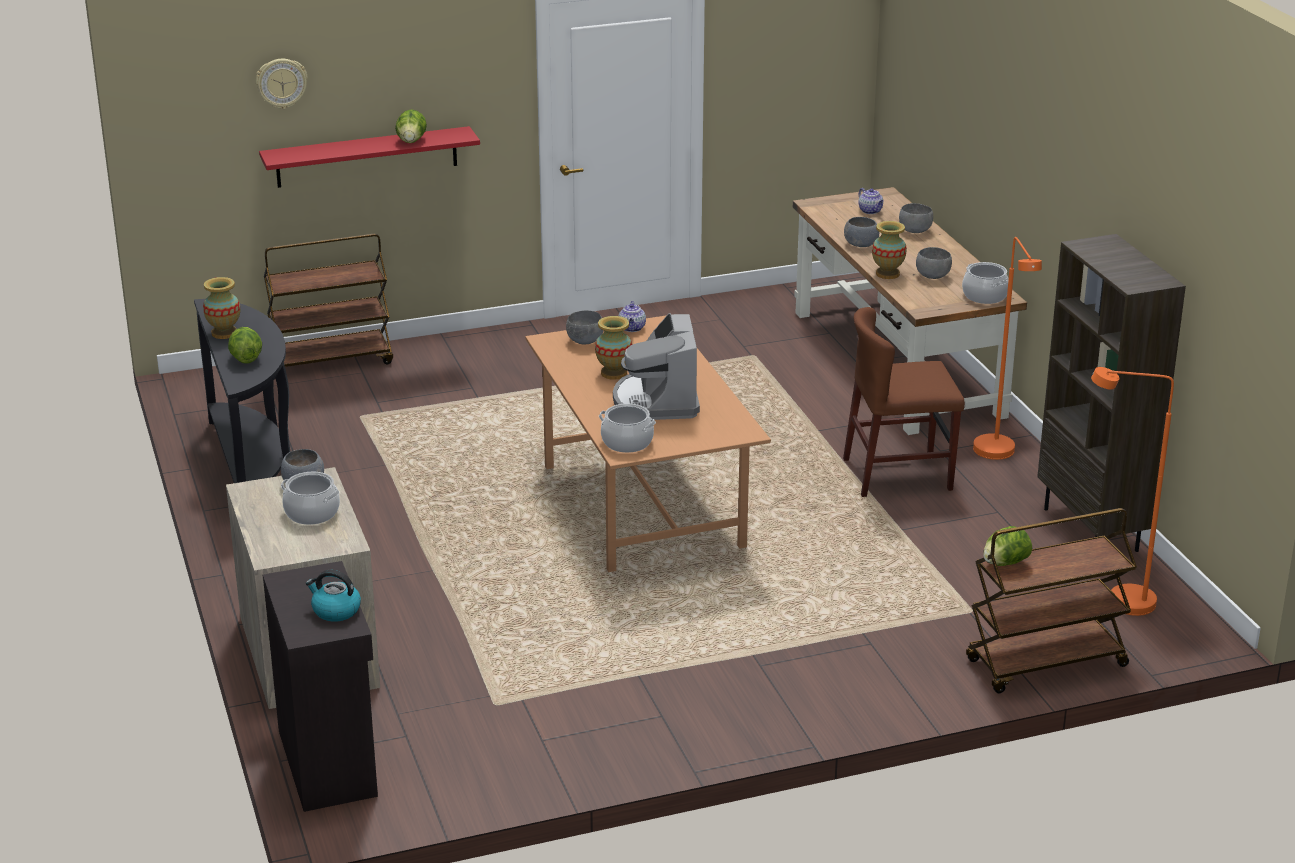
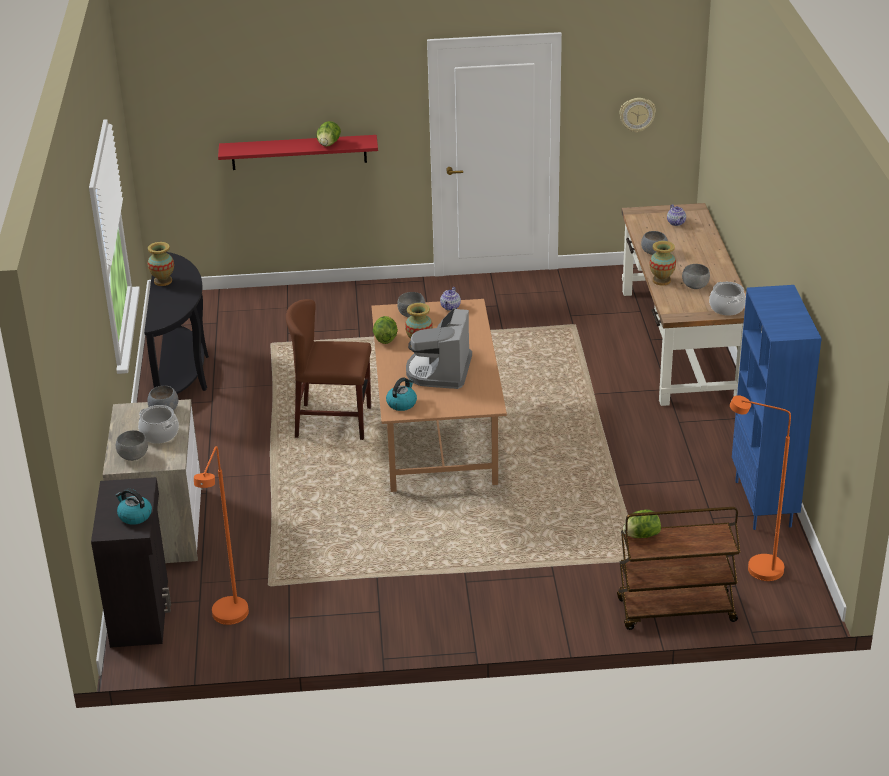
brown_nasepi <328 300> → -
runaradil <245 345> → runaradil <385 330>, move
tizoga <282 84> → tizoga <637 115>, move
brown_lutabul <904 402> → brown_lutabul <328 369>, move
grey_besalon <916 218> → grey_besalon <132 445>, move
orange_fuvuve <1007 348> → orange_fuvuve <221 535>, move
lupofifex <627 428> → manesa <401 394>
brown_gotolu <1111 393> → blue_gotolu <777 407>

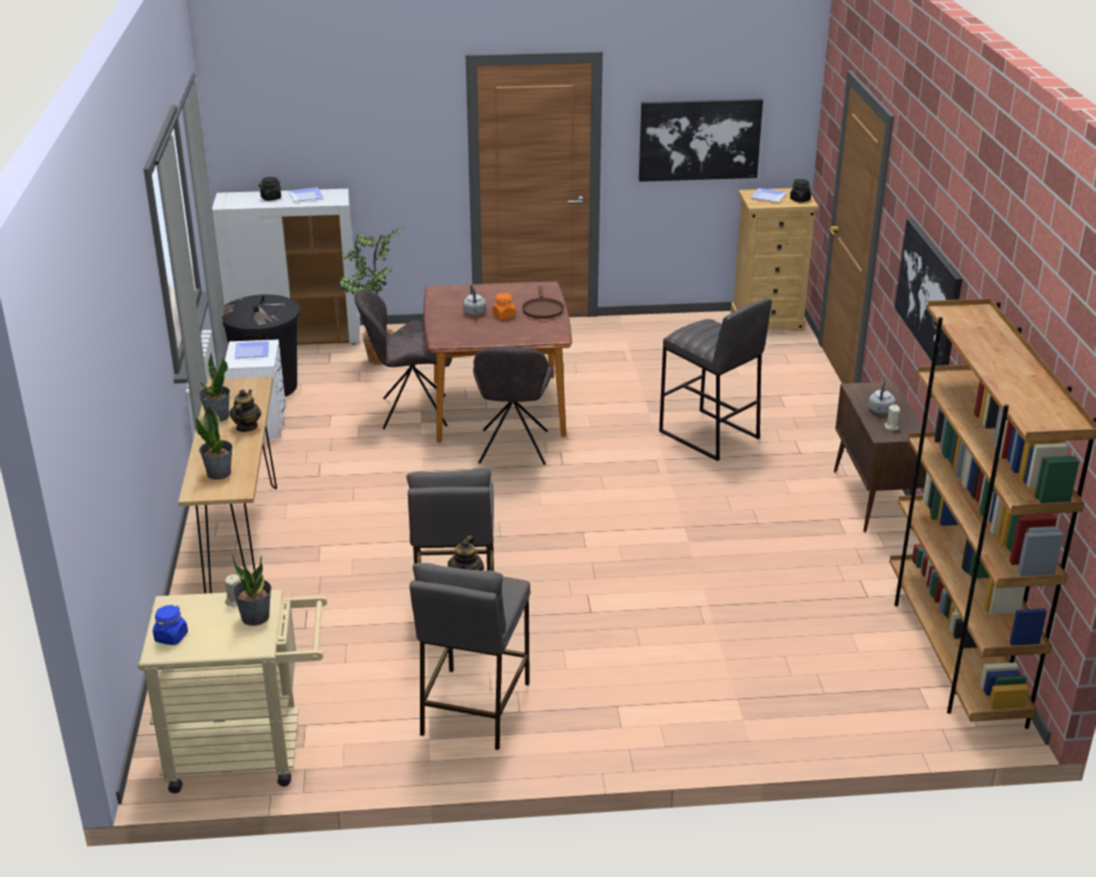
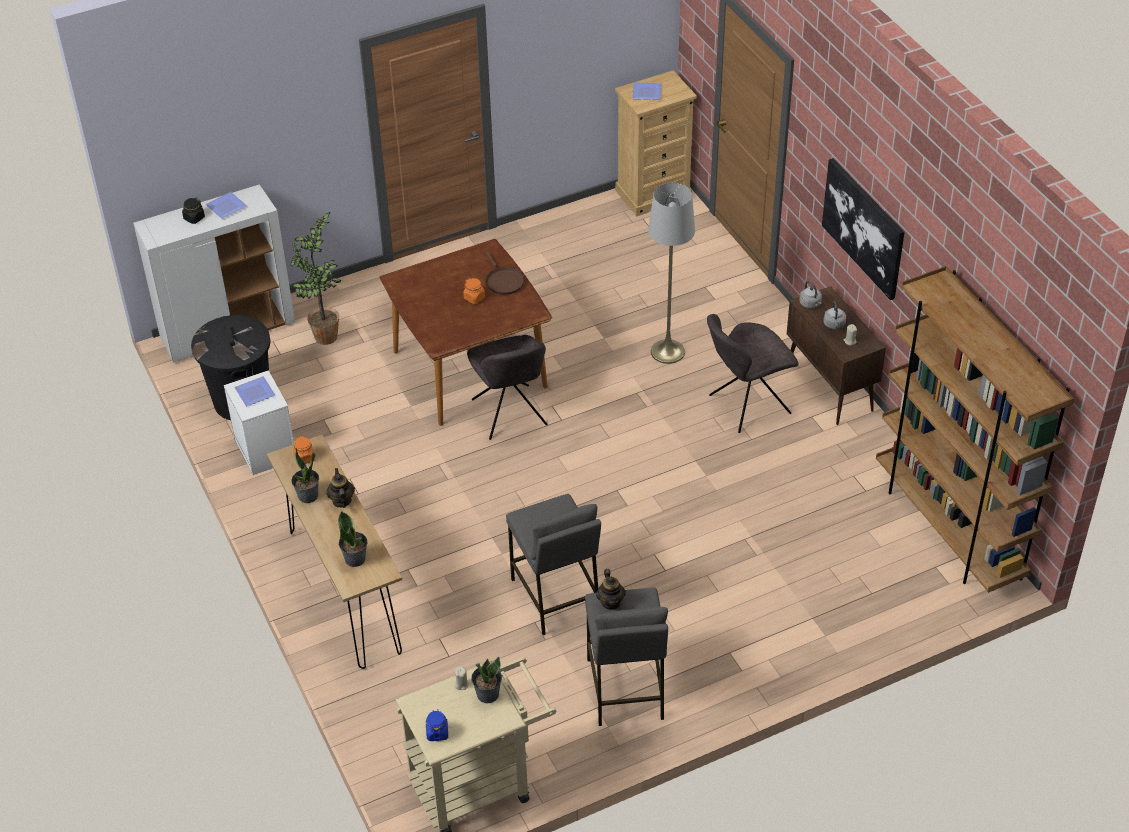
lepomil <701 140> → -
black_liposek <800 191> → -
- → orange_liposek <304 450>
grey_lutabul <403 359> → grey_lutabul <752 373>, move
grey_manesa <474 300> → grey_manesa <810 295>, move
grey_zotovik <715 379> → grey_fuvuve <671 273>

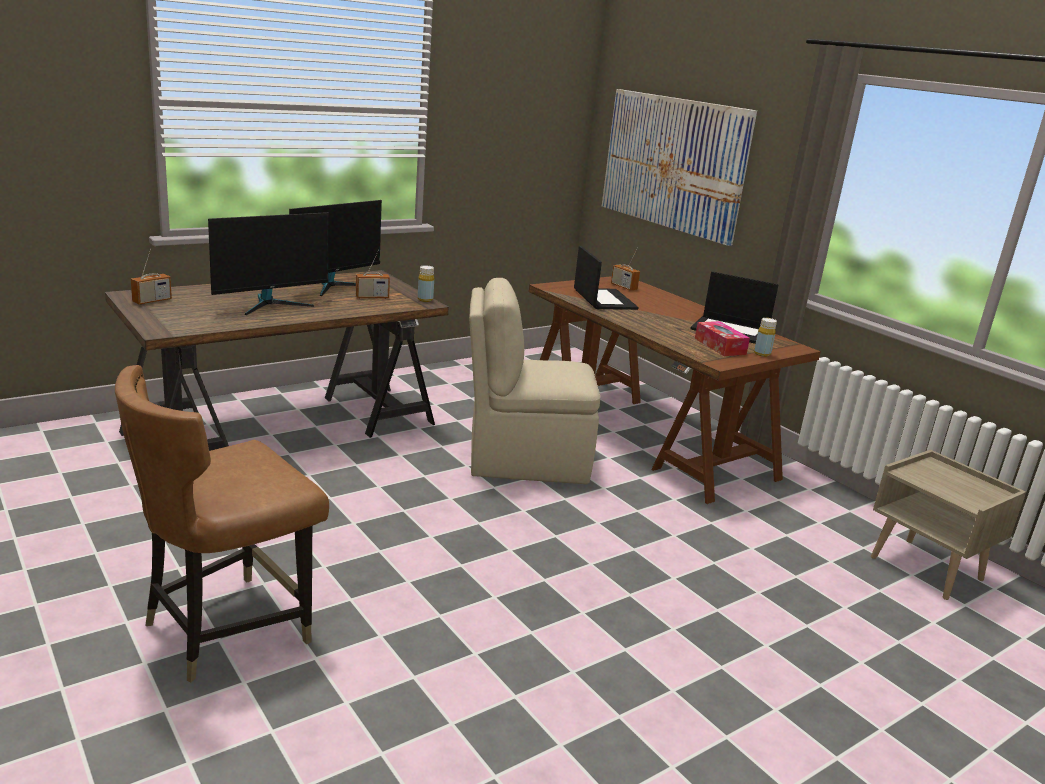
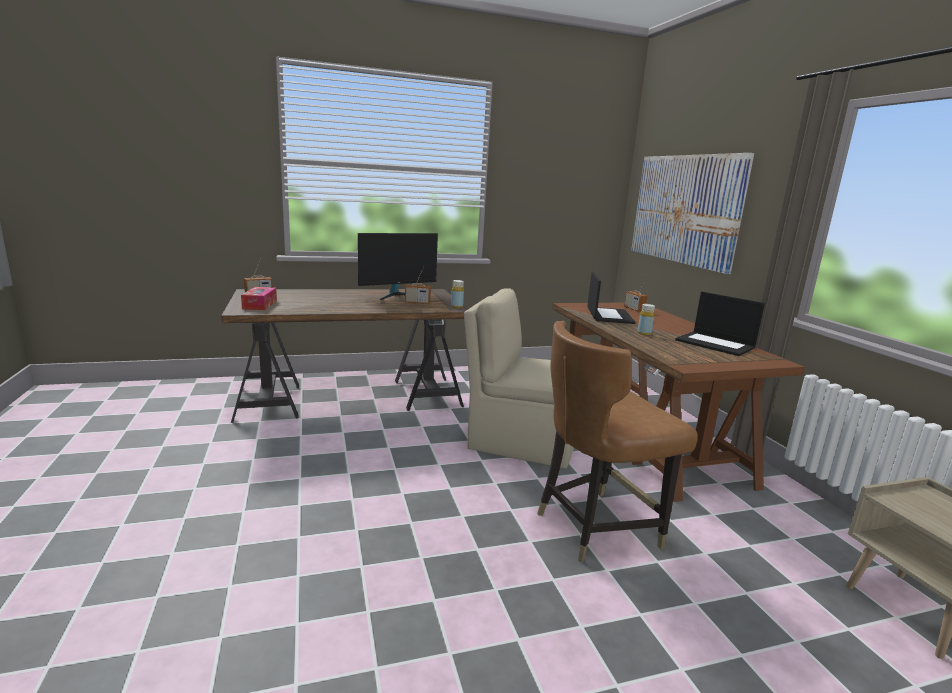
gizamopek <268 263> → -
brown_lutabul <222 523> → brown_lutabul <617 442>, move
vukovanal <722 338> → vukovanal <259 298>, move
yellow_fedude <765 337> → yellow_fedude <646 319>, move

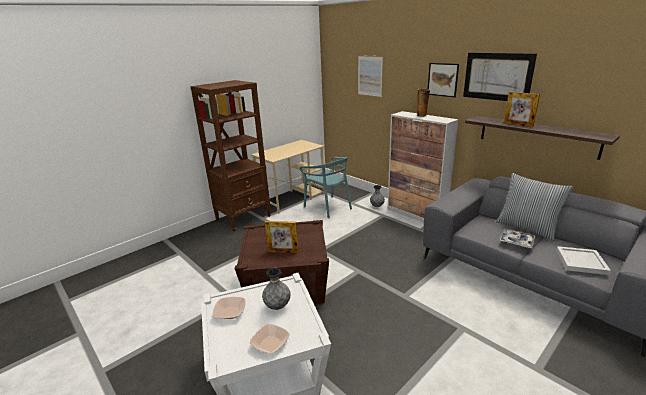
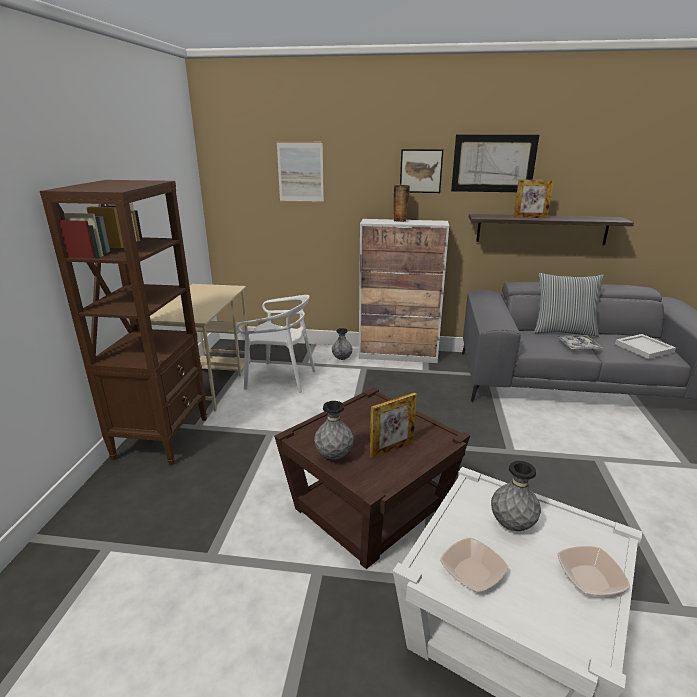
- → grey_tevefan <333 430>
turquoise_lutabul <326 187> → white_lutabul <276 344>

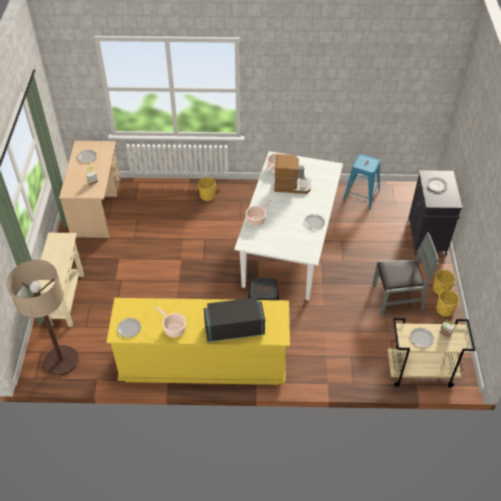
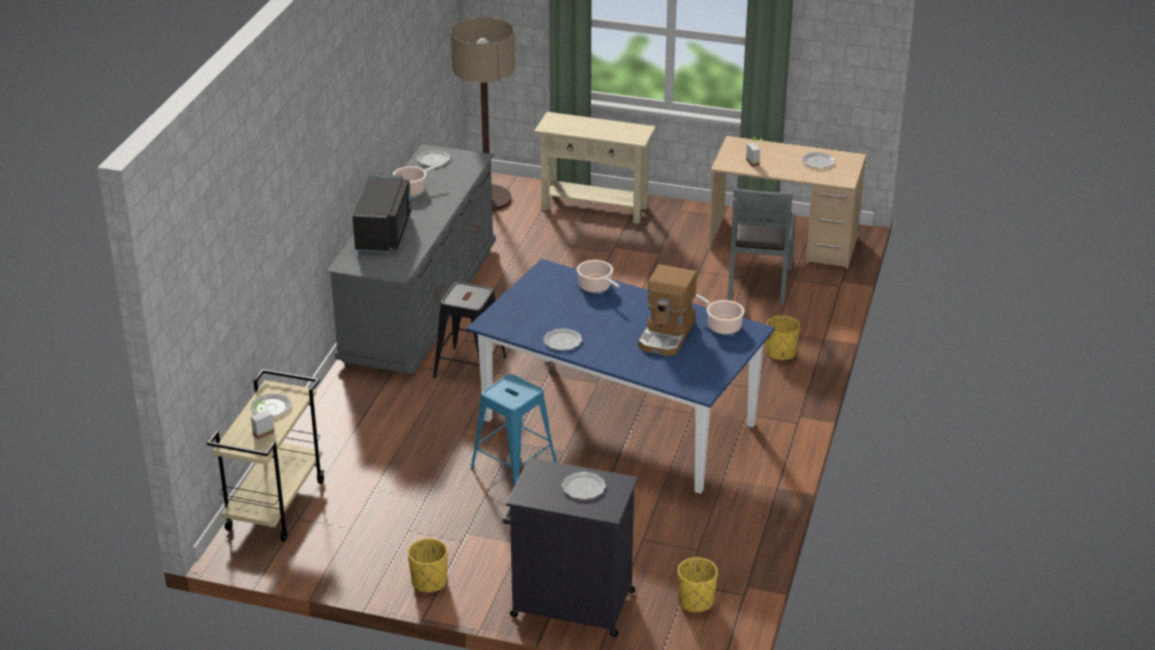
blue_zotovik <361 181> → blue_zotovik <513 430>, move
grey_lutabul <405 274> → grey_lutabul <762 246>, move
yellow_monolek <447 303> → yellow_monolek <697 584>, move
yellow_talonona <198 341> → grey_talonona <411 259>
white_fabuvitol <288 226> → blue_fabuvitol <621 376>

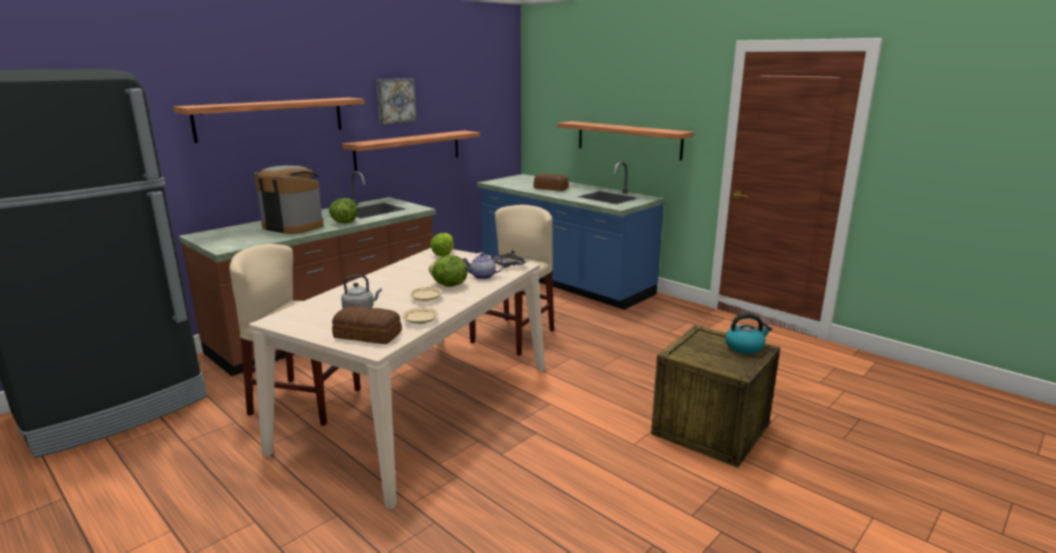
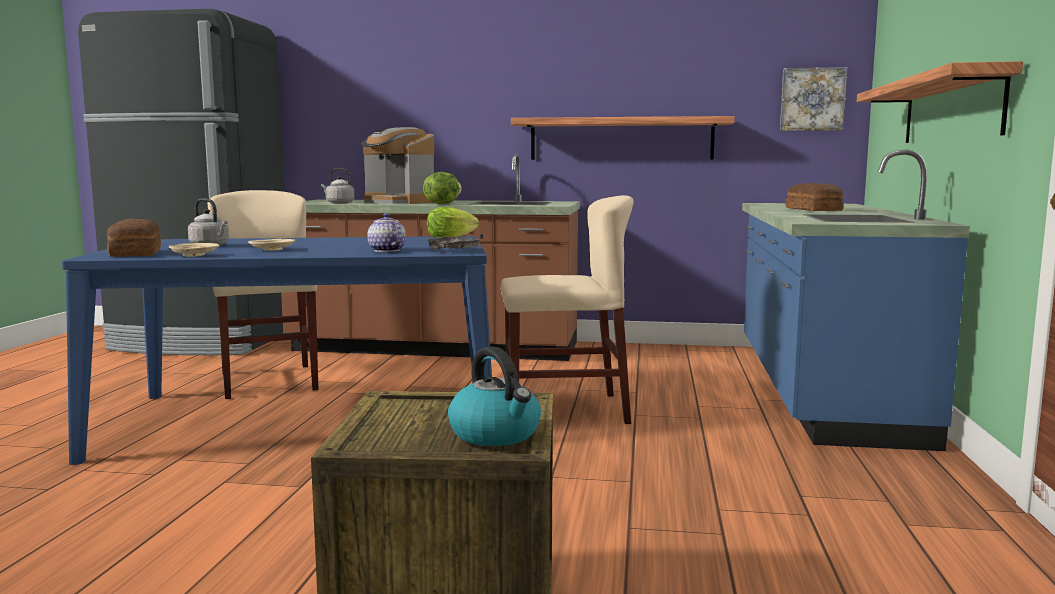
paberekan <269 120> → -
runaradil <448 271> → -
- → grey_manesa <337 186>
lepomil <396 101> → lepomil <814 99>, move
beige_fabuvitol <397 378> → blue_fabuvitol <277 350>
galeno <289 199> → galeno <397 165>, 135 degrees clockwise

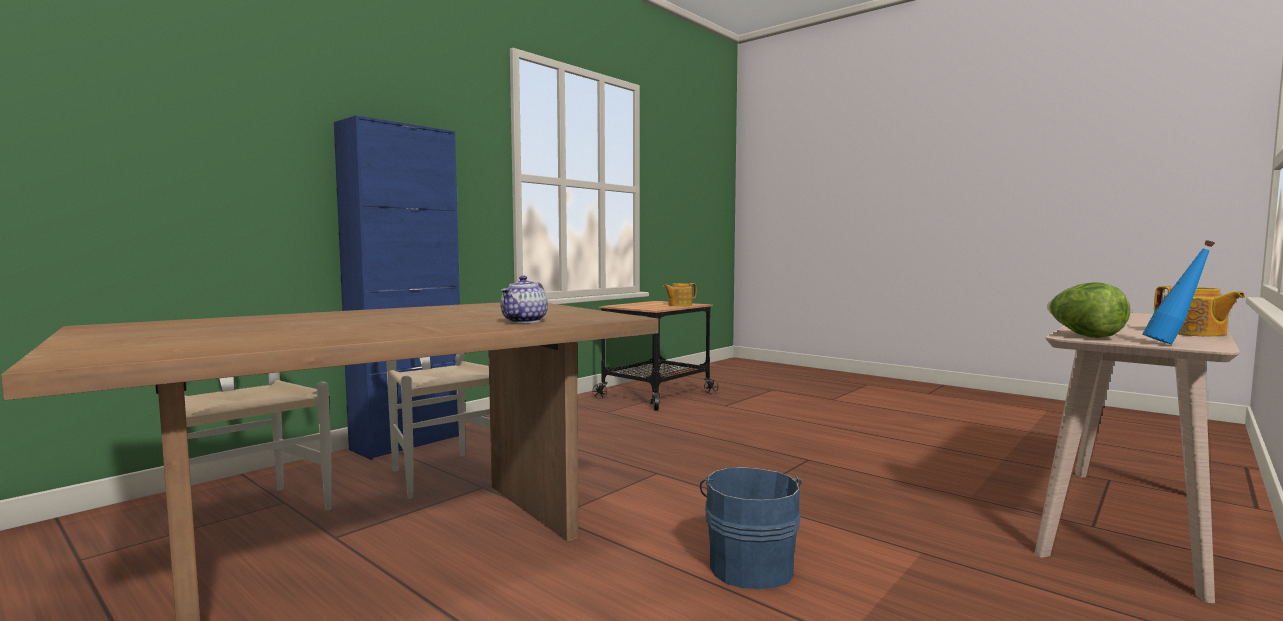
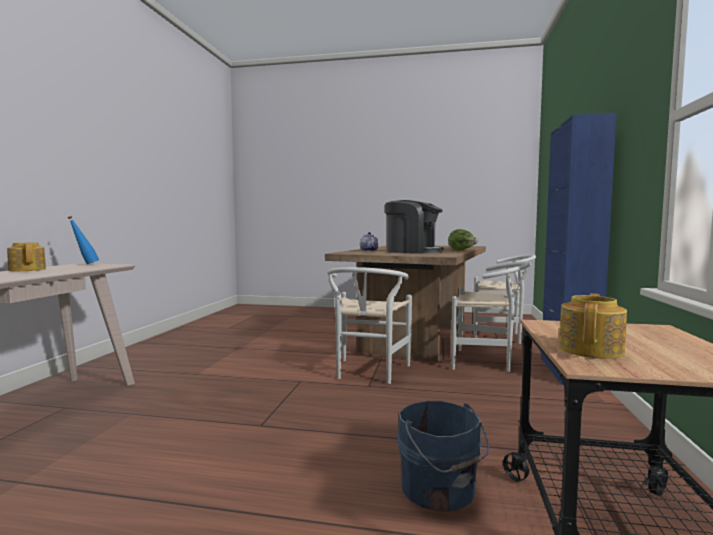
- → white_lutabul <369 325>
- → galeno <414 227>
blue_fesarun <751 528> → blue_fesarun <443 456>, move
runaradil <1088 310> → runaradil <463 240>, move

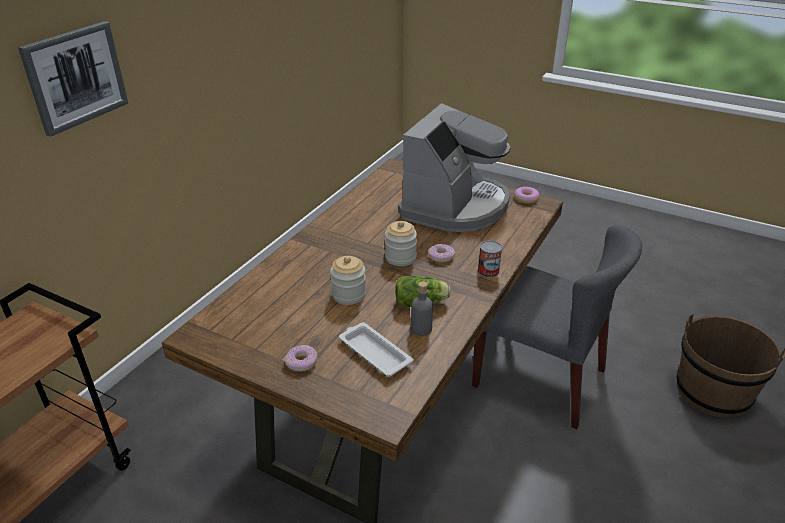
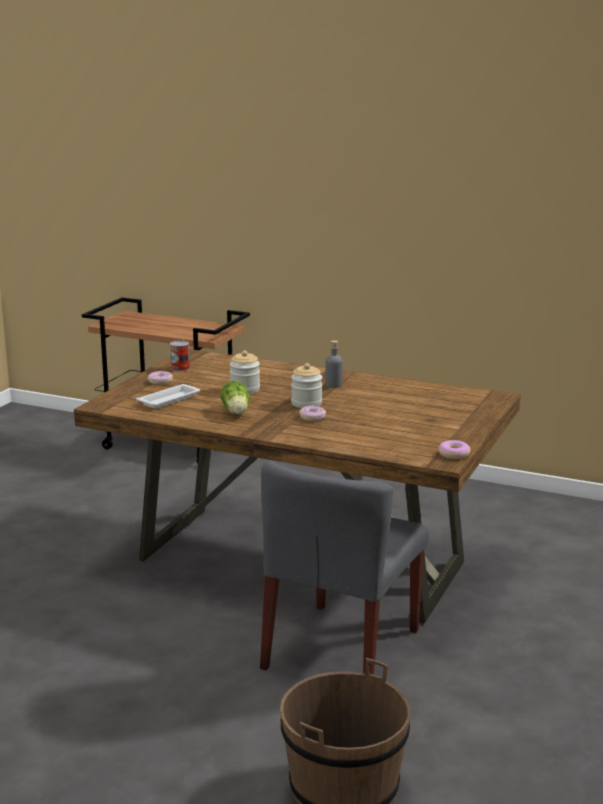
lepomil <73 79> → -
galeno <454 167> → -
grey_fedude <422 308> → grey_fedude <334 364>, move
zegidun <490 259> → zegidun <180 355>, move

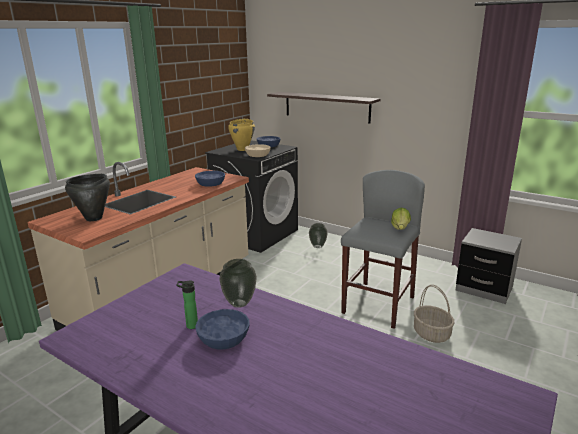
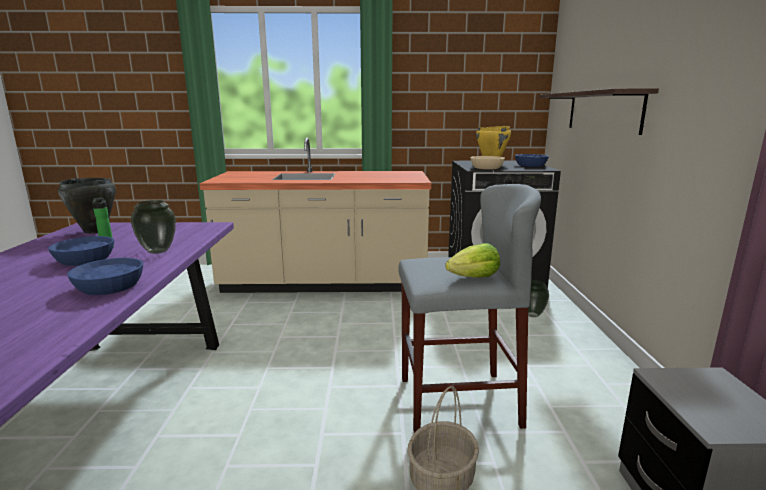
black_lupofifex <87 197> → black_lupofifex <87 206>, move
blue_besalon <210 179> → blue_besalon <105 276>, move

